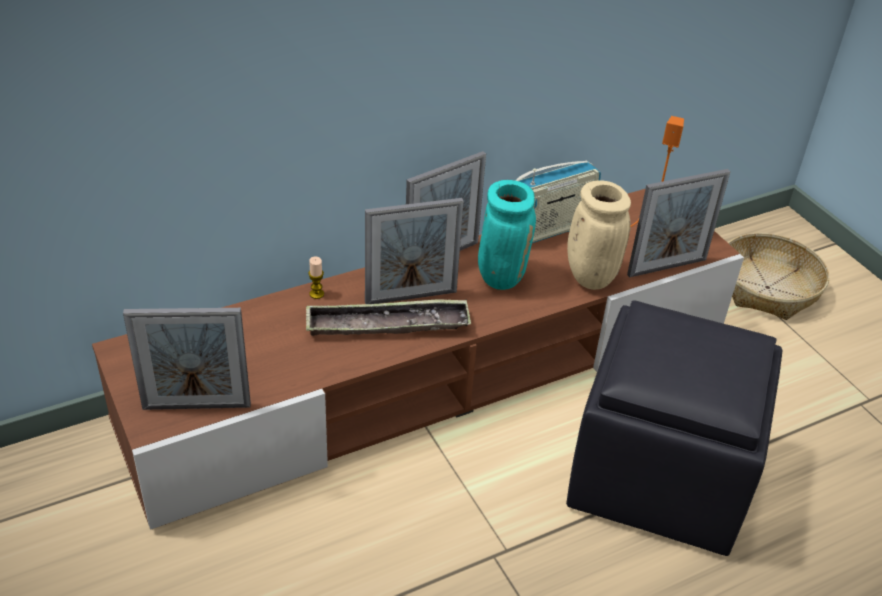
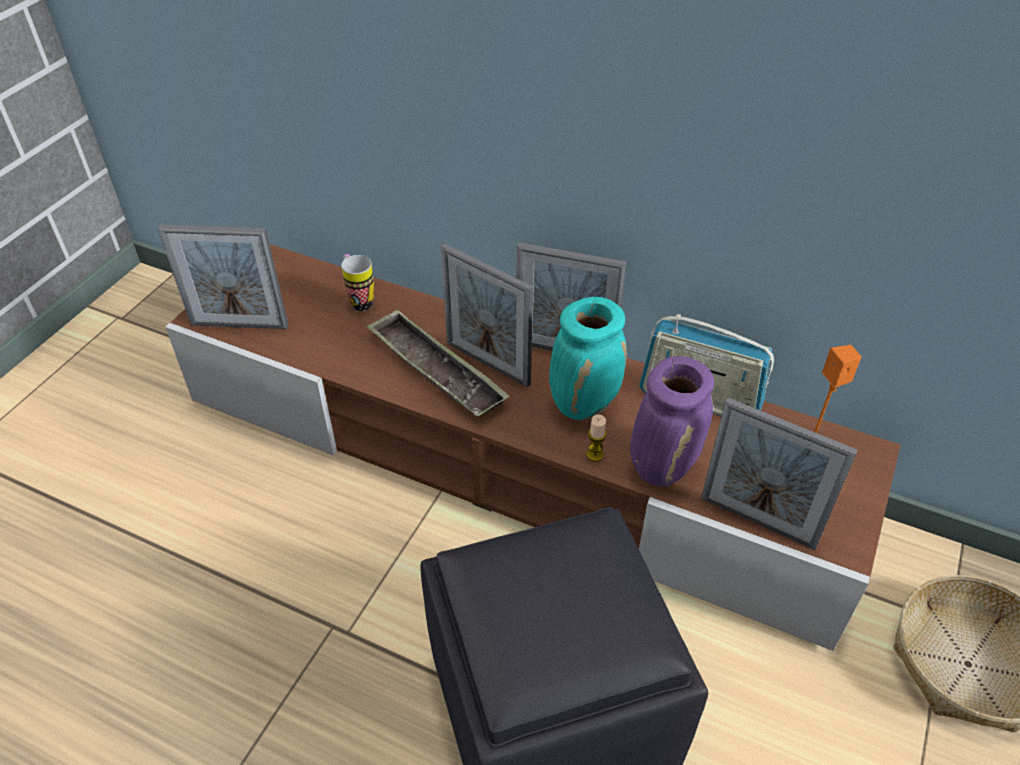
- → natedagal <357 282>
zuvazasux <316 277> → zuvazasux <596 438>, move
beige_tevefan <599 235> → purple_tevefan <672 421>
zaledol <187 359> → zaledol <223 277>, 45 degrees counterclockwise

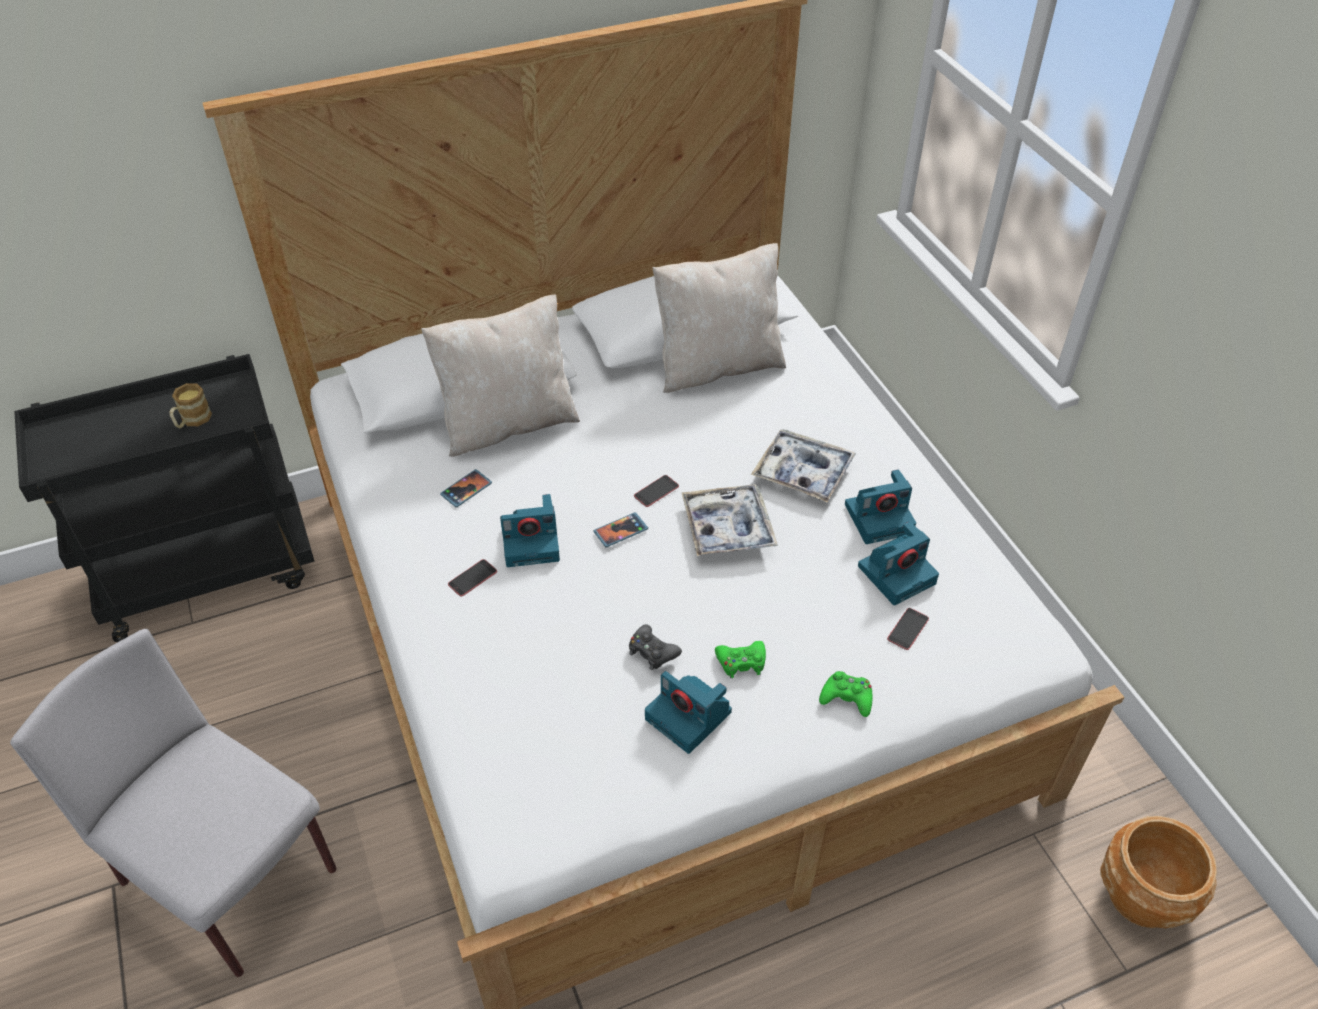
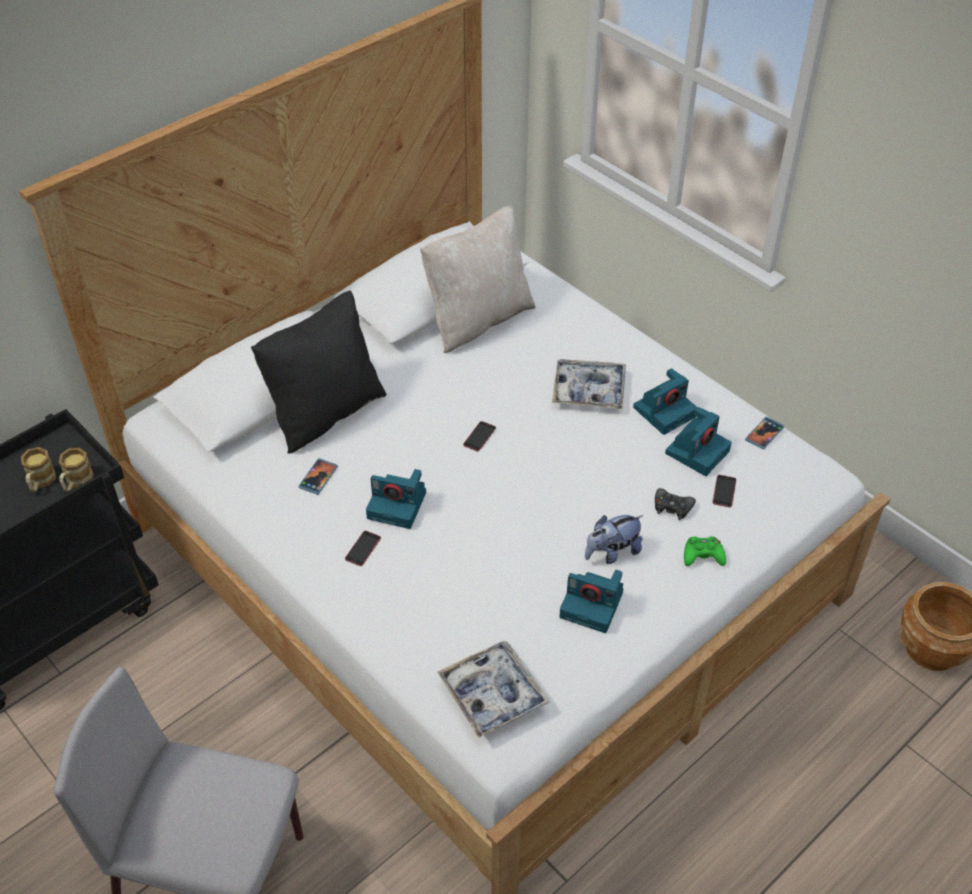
- → natedagal <76 470>
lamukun <621 529> → lamukun <764 433>, move
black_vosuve <655 647> → black_vosuve <675 504>, move
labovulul <730 520> → labovulul <493 689>, move
green_vosuve <740 659> → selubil <614 539>
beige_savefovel <500 376> → black_savefovel <318 372>
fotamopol <530 530> → fotamopol <396 499>, 45 degrees clockwise

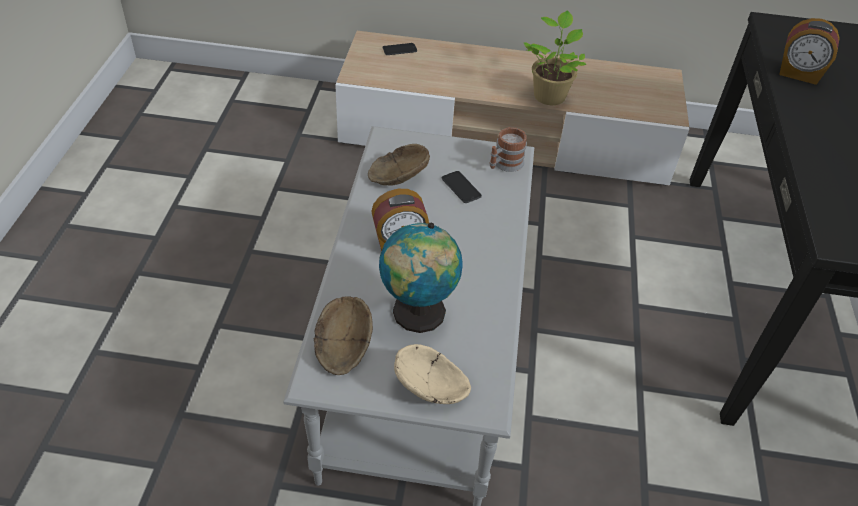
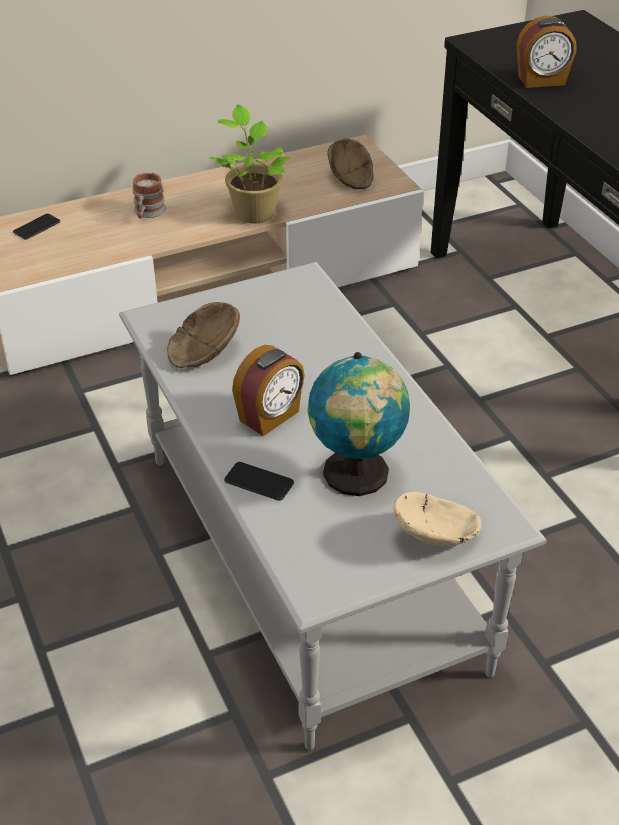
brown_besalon <343 335> → brown_besalon <350 163>, move
lamukun <462 187> → lamukun <259 481>, move
natedagal <508 149> → natedagal <149 196>, move

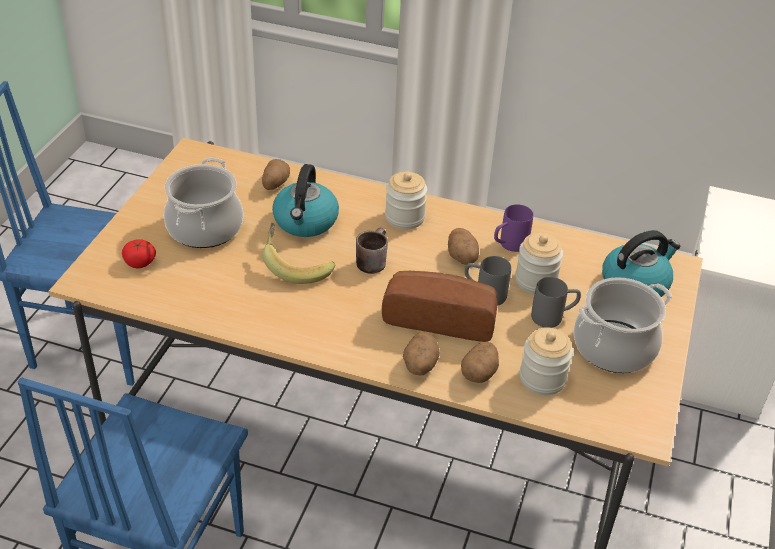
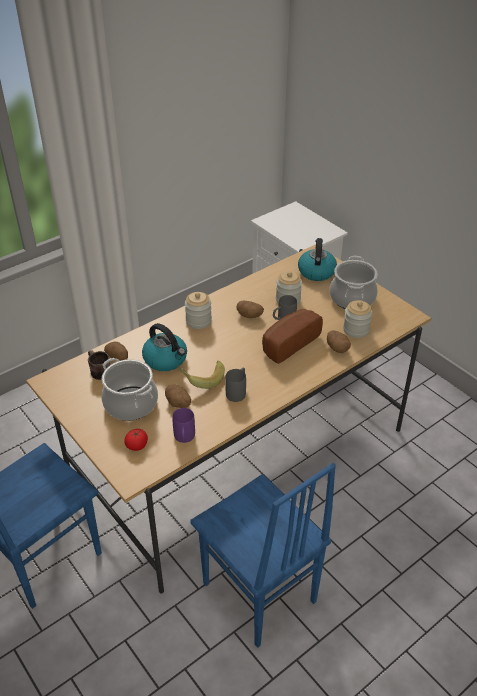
brown_natedagal <372 251> → brown_natedagal <99 365>, move
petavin <421 353> → petavin <178 396>, move
purple_natedagal <513 228> → purple_natedagal <183 425>, move
grey_natedagal <556 302> → grey_natedagal <235 384>, move

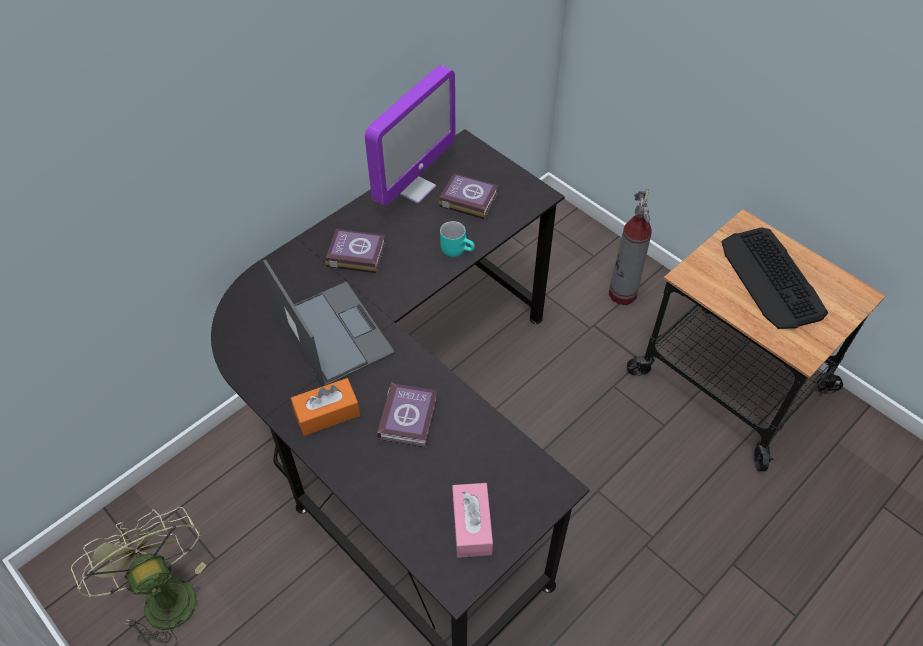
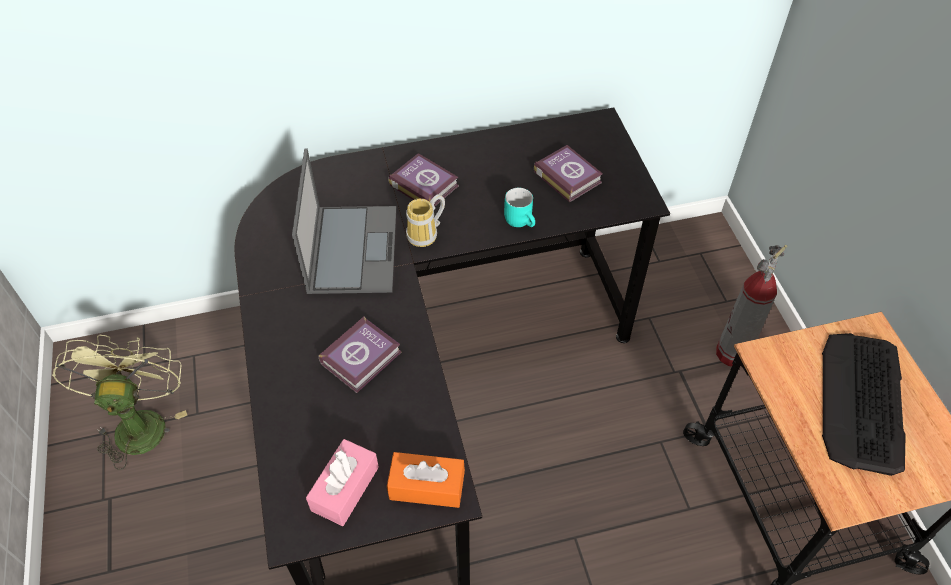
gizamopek <410 135> → -
- → natedagal <425 220>
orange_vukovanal <325 407> → orange_vukovanal <426 480>, move

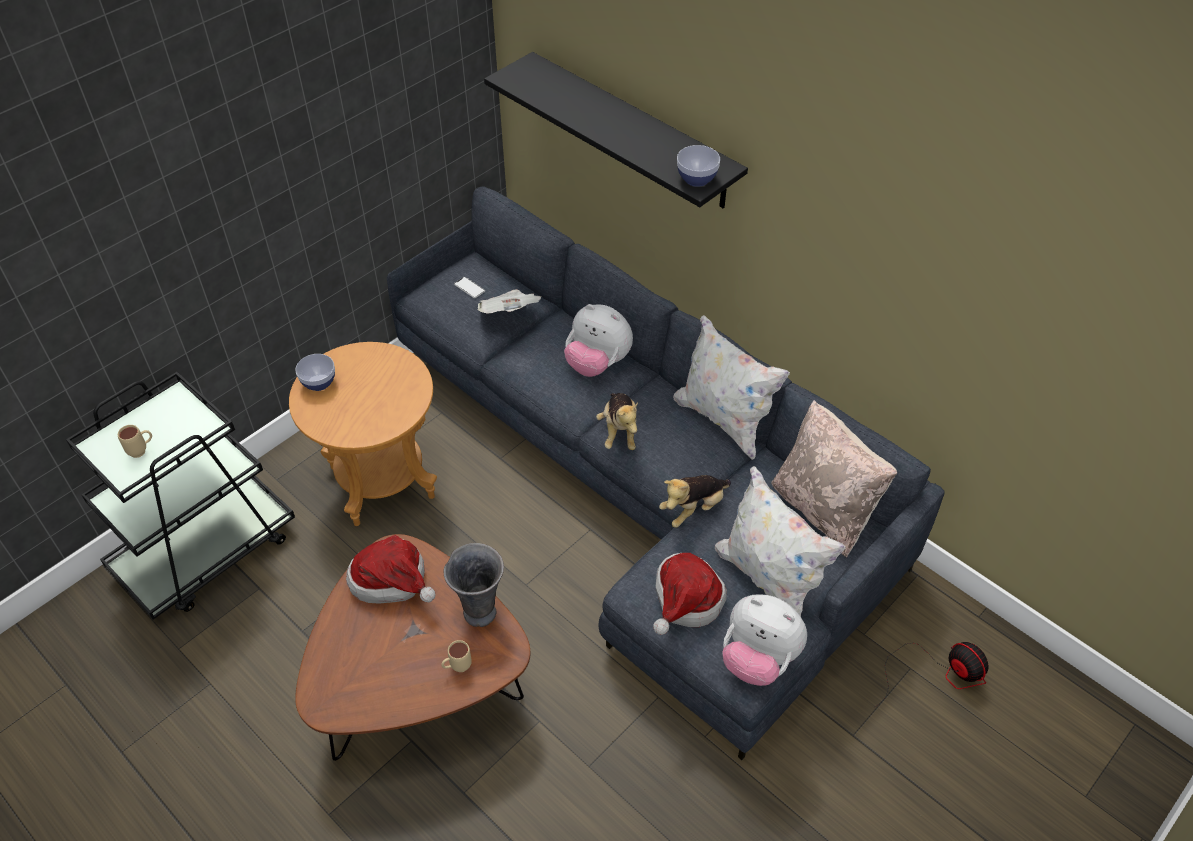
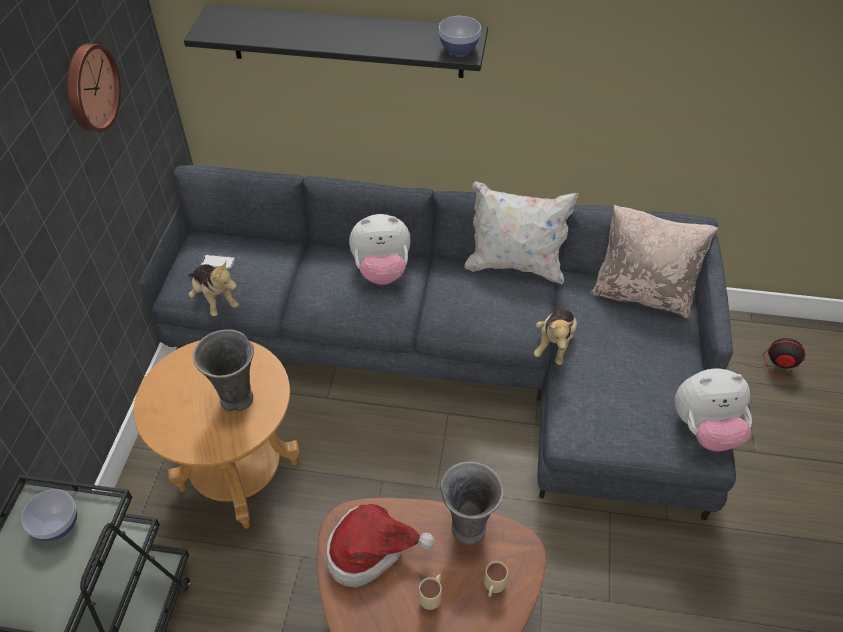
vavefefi <510 301> → -
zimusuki <690 594> → -
white_savefovel <780 541> → -
- → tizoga <94 87>
- → grey_tevefan <223 370>
beige_natedagal <135 441> → beige_natedagal <430 592>, move
besalon <315 372> → besalon <49 515>, move
selubil <617 421> → selubil <213 288>, move

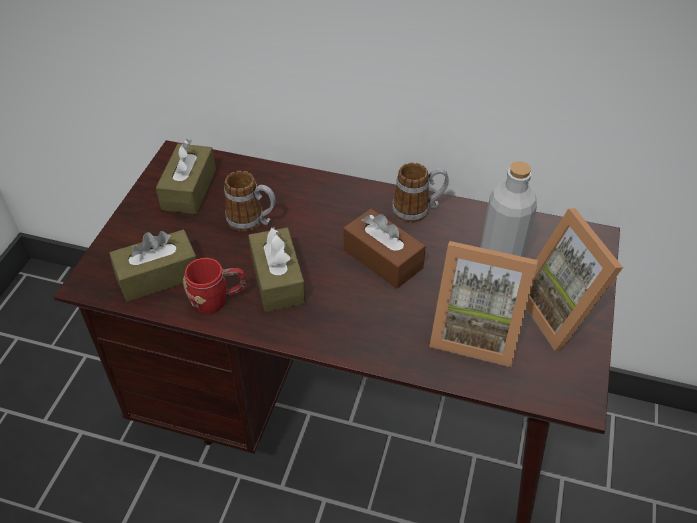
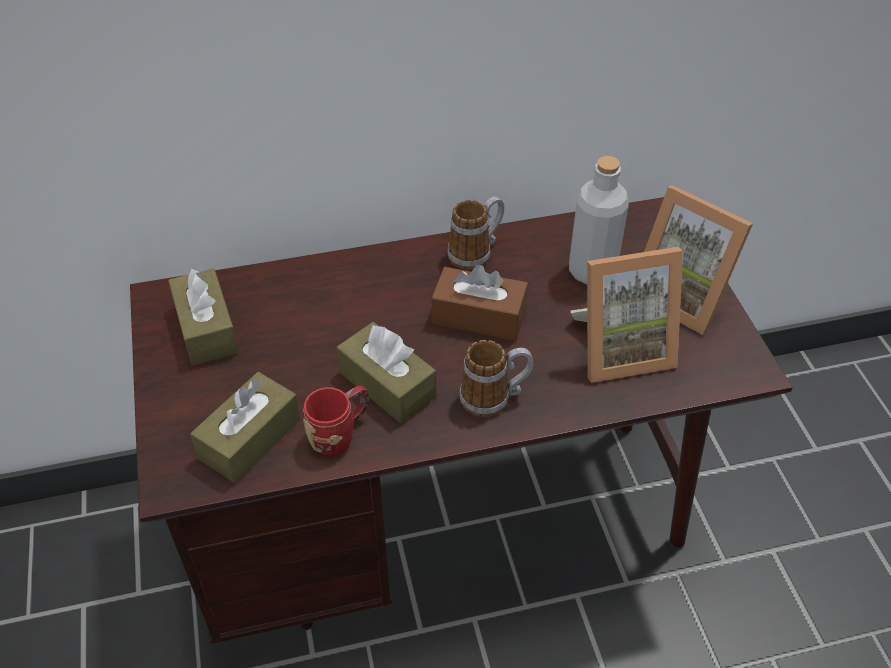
natedagal <250 201> → natedagal <496 378>, move

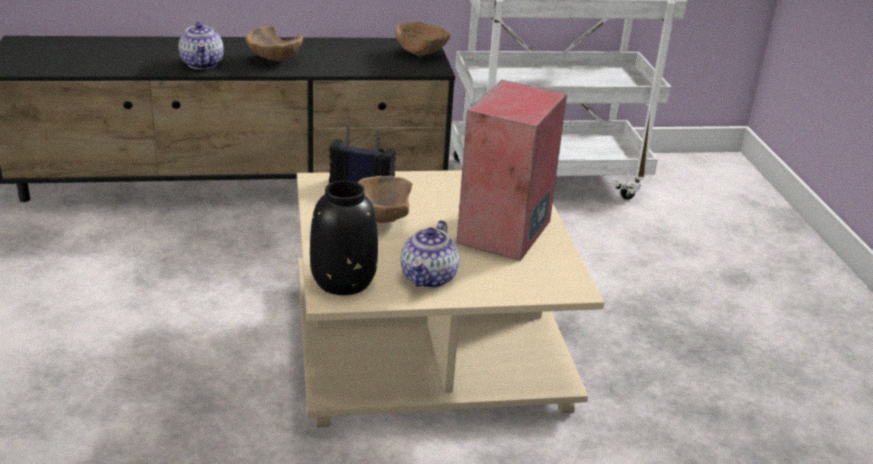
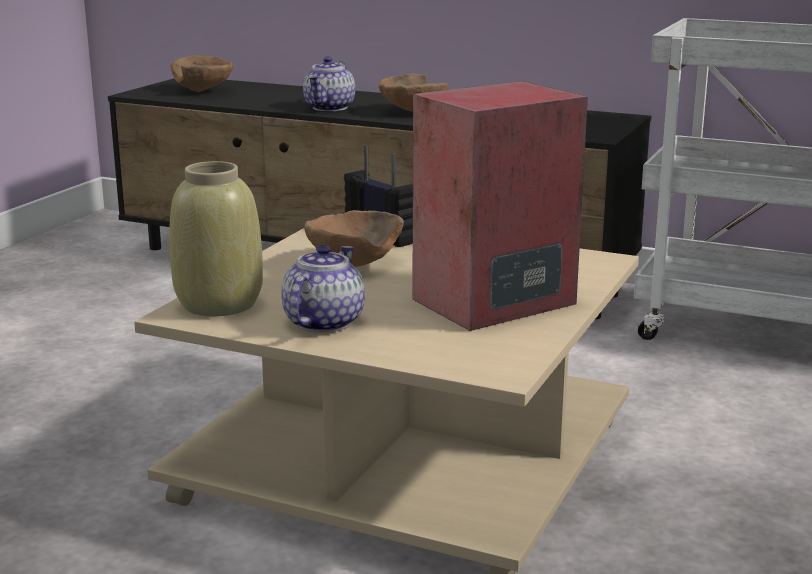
brown_besalon <422 39> → brown_besalon <202 73>, move
black_tevefan <344 237> → beige_tevefan <216 238>
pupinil <430 254> → pupinil <323 288>, 150 degrees clockwise

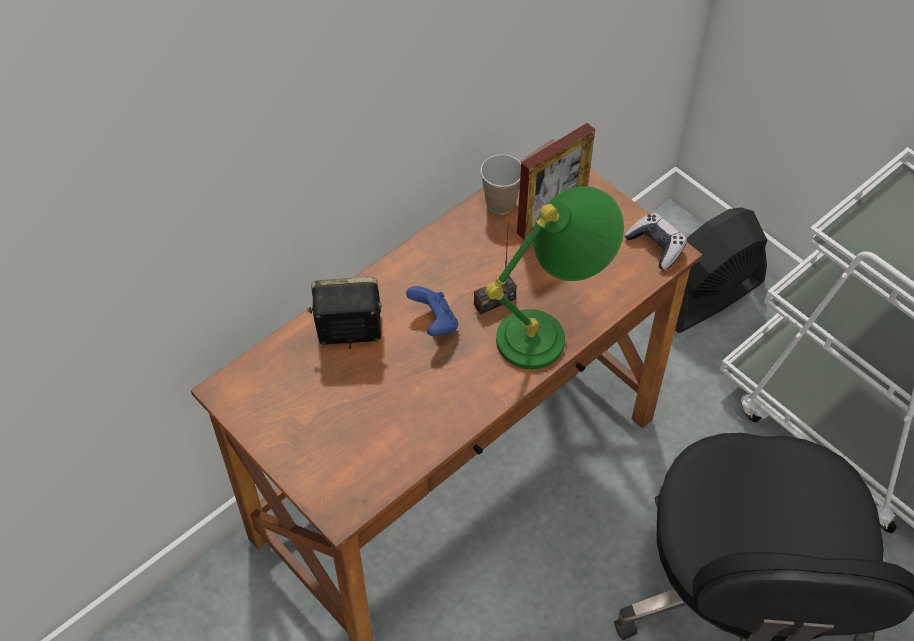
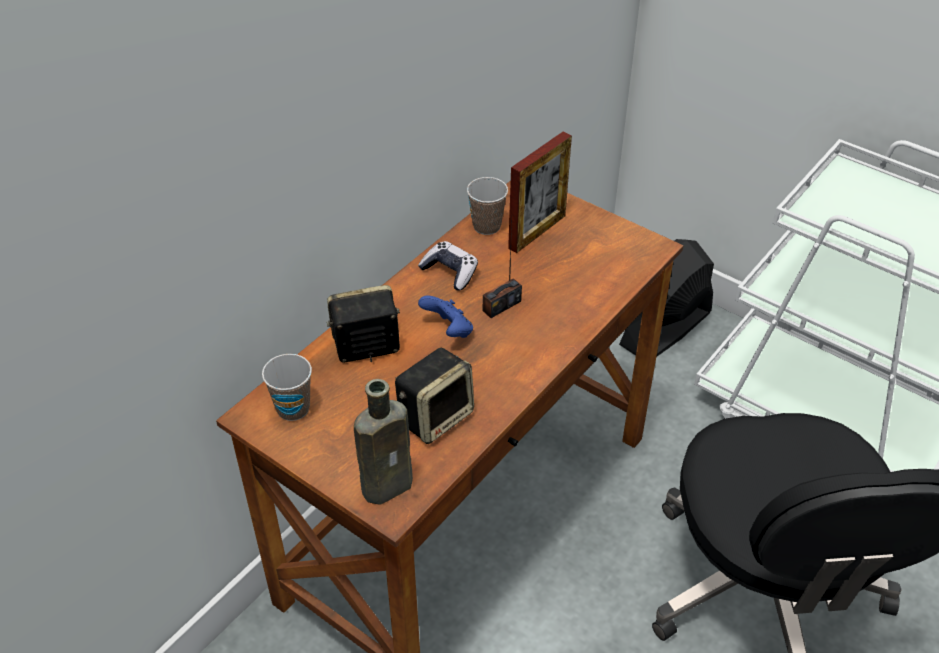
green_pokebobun <554 277> → -
- → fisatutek <287 387>
- → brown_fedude <383 442>
- → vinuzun <434 396>
vosuve <655 241> → vosuve <448 266>, move

